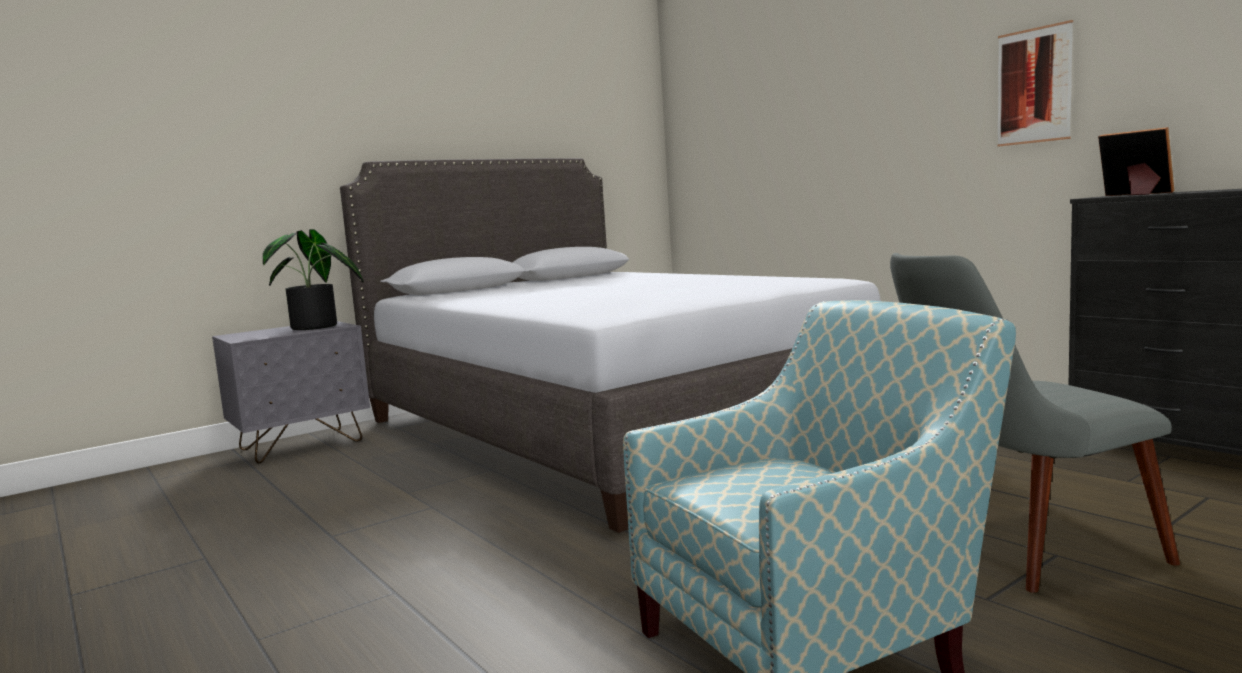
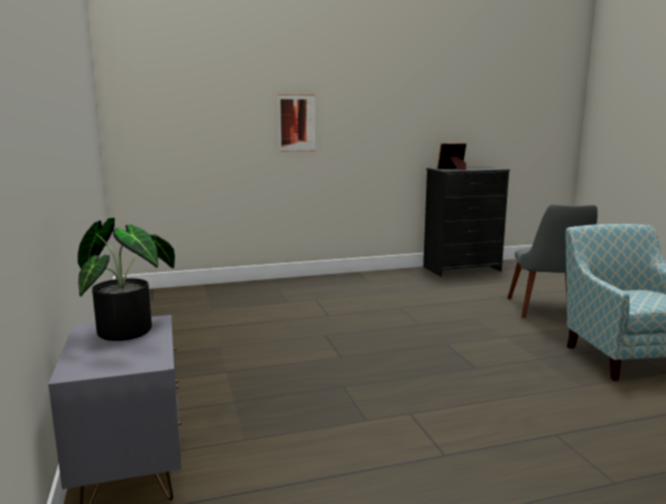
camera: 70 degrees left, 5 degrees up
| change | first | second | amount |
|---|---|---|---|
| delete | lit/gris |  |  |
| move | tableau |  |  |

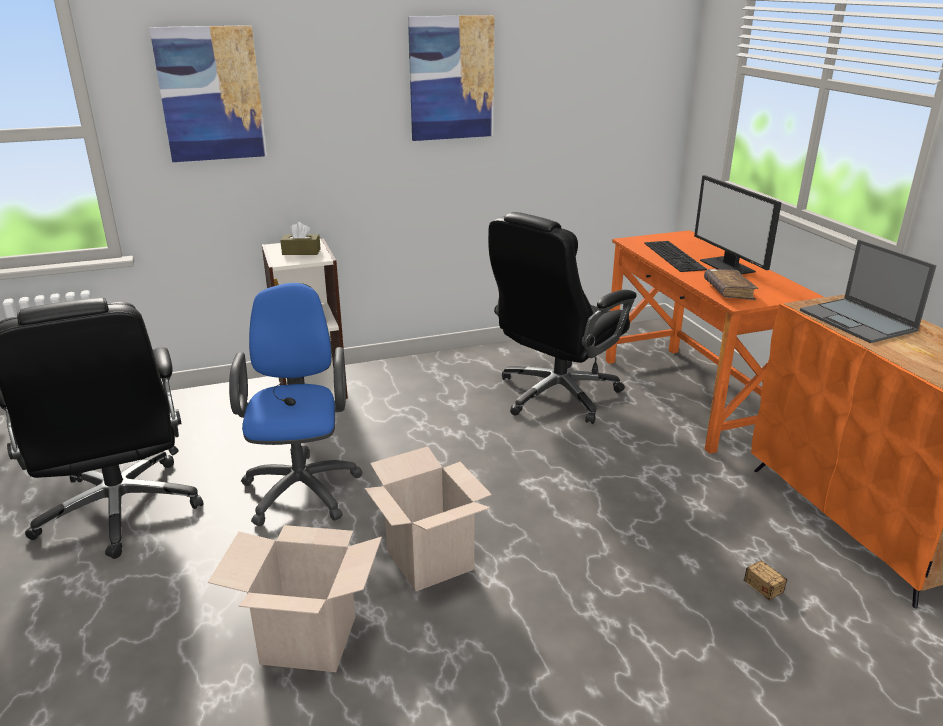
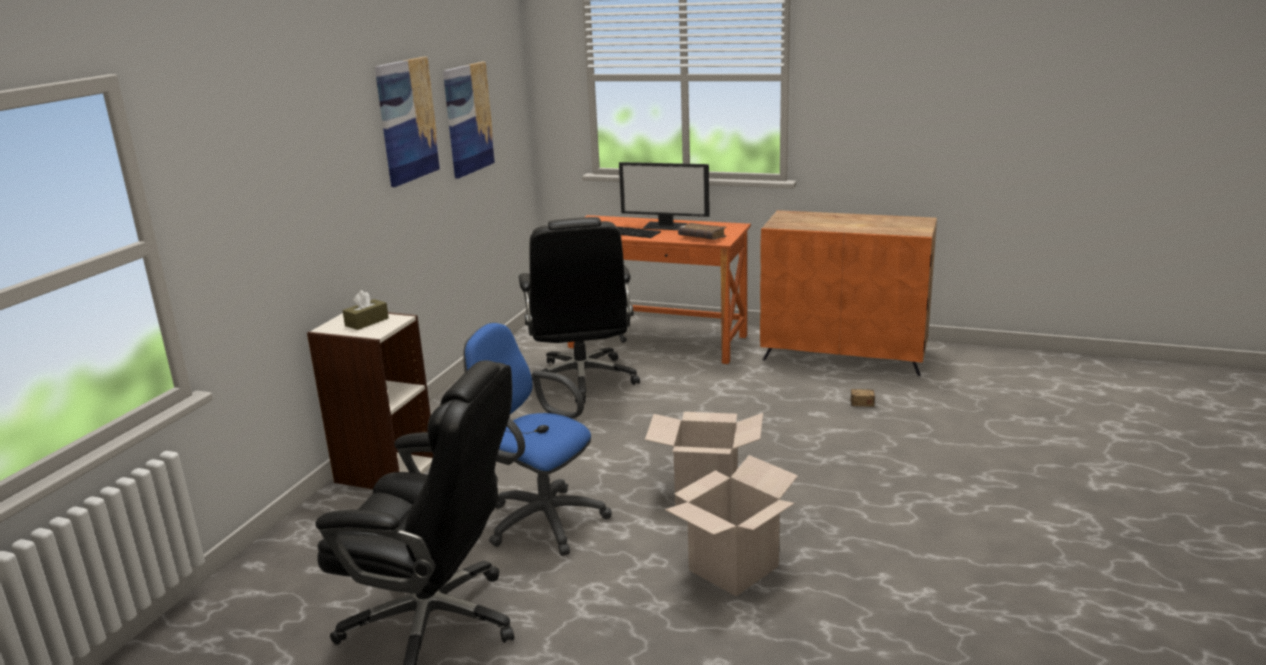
camera: 50 degrees left, 5 degrees down
| change | first | second | amount |
|---|---|---|---|
| delete | ordinateur portable |  |  |
| move | tableau (1st from left in the first image) | tableau (2nd from left) |  |

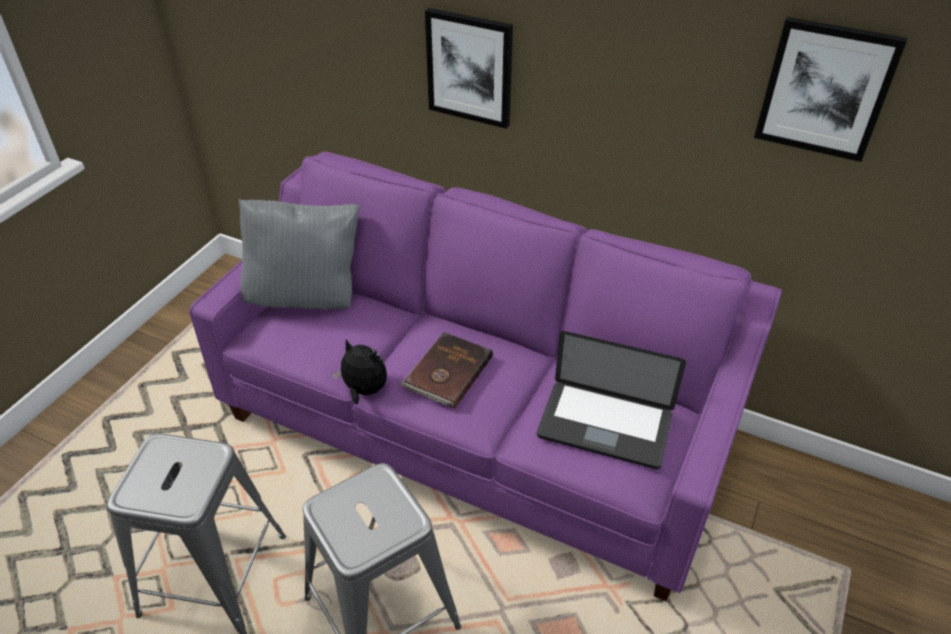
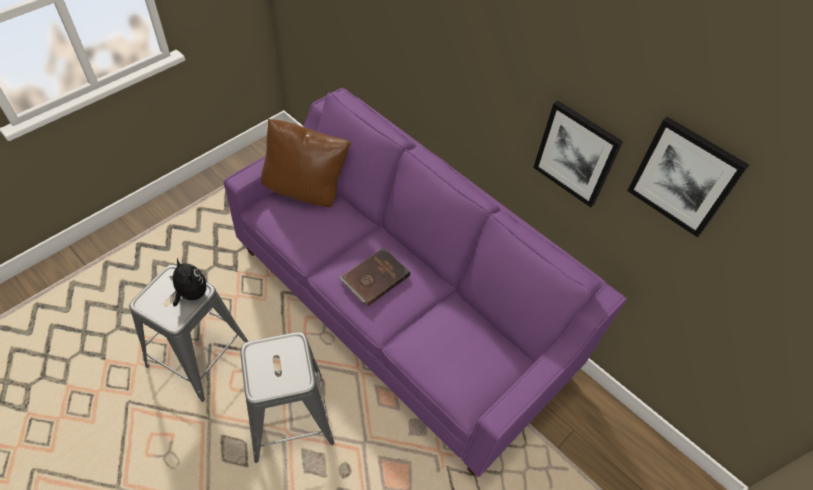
camera: 15 degrees right, 10 degrees up
| change | first | second | amount |
|---|---|---|---|
| delete | ordinateur portable |  |  |
| move | peluche |  |  |
| move | tableau (1st from left) |  |  |
| recolor | coussin/gris | coussin/marron |  |

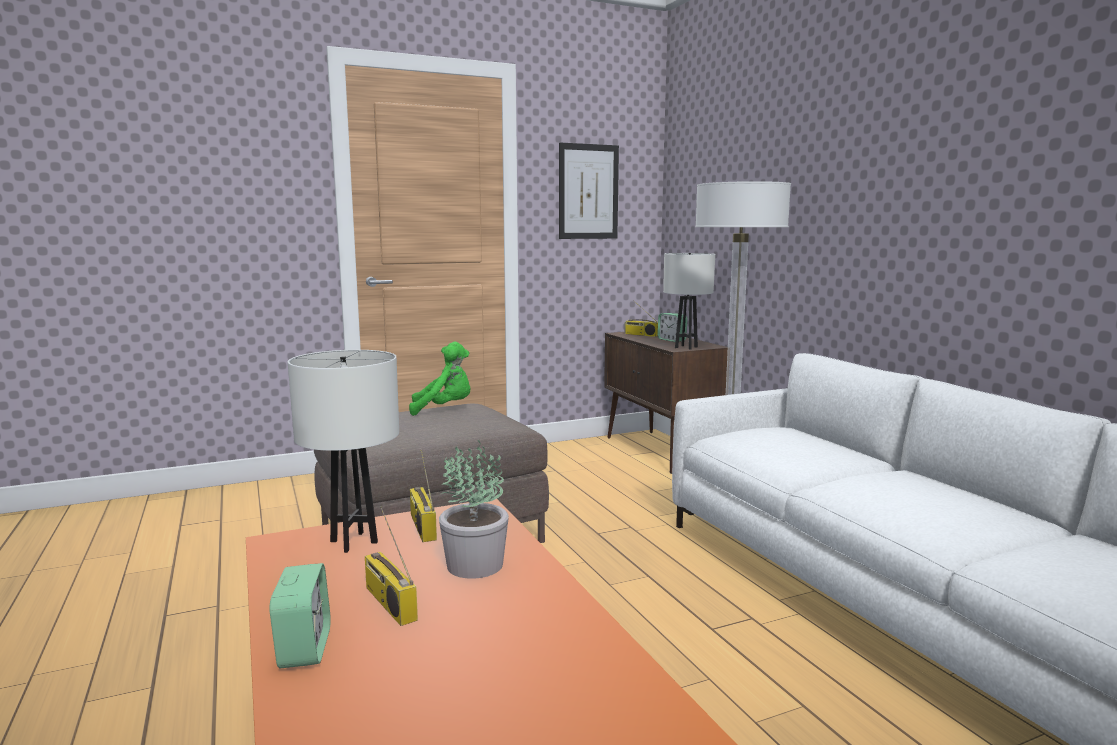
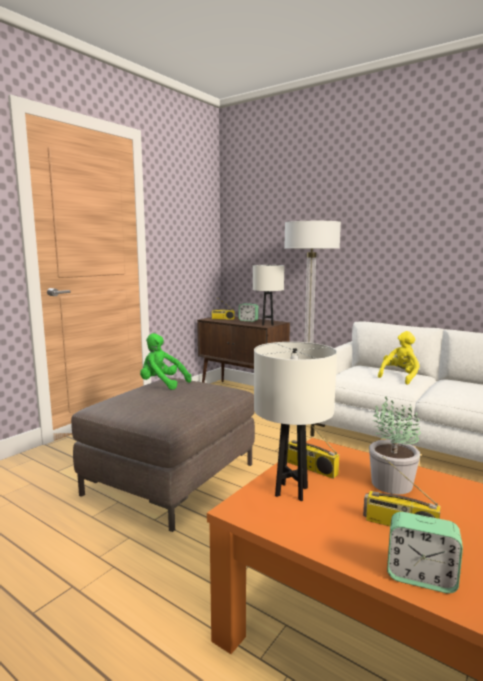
camera: 30 degrees left, 0 degrees up
| change | first | second | amount |
|---|---|---|---|
| delete | tableau |  |  |
| insert |  | peluche/jaune |  |
| rotate | réveil (1st from left in the first image) | réveil (2nd from left) | 150 degrees clockwise |
| rotate | peluche/vert |  | 120 degrees counterclockwise |

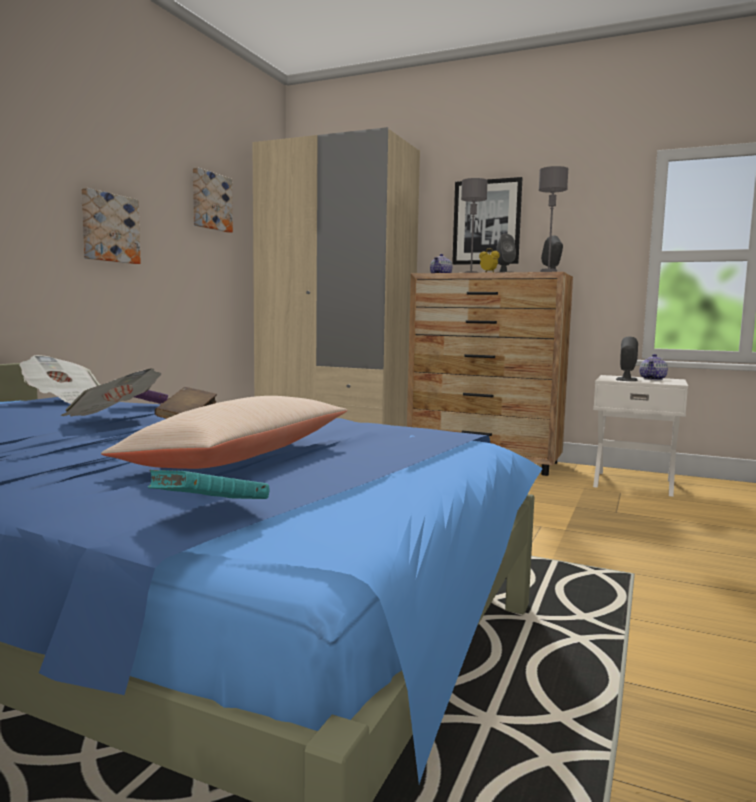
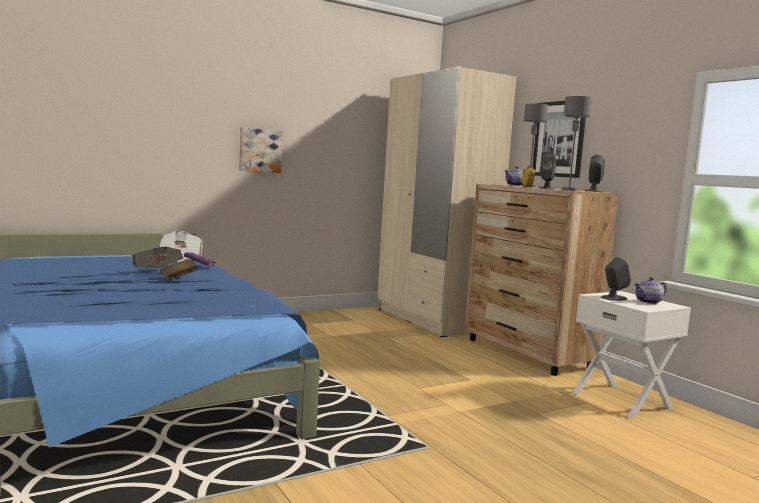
camera: 35 degrees right, 0 degrees up
| change | first | second | amount |
|---|---|---|---|
| delete | coussin/beige |  |  |
| delete | livre/turquoise |  |  |
| delete | tableau (2nd from left) |  |  |

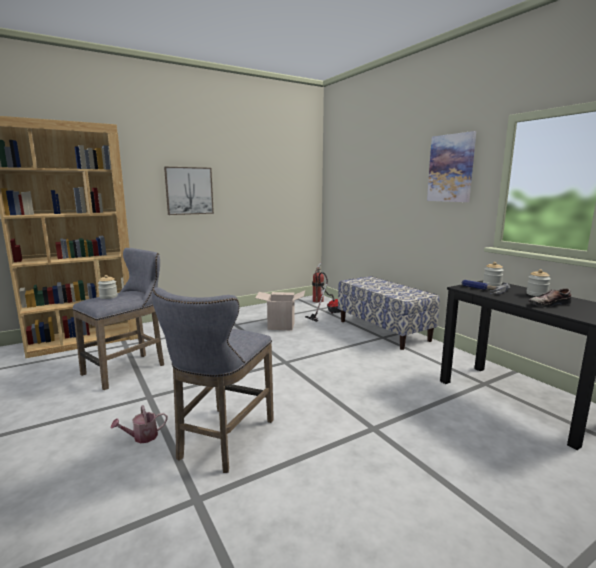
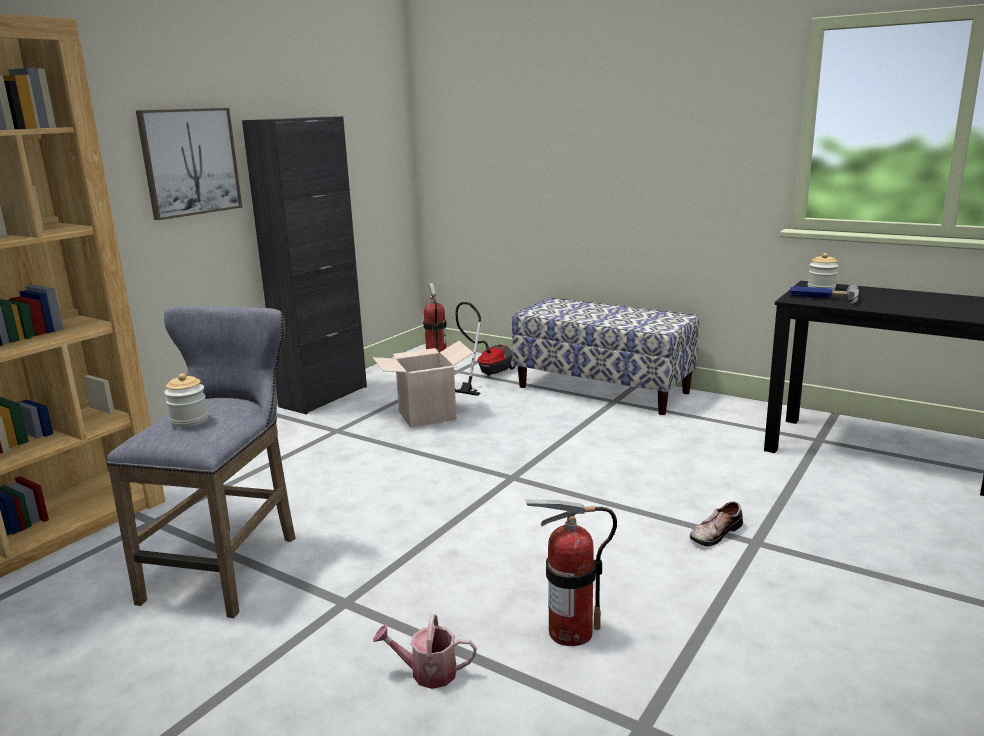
camera: 25 degrees left, 5 degrees up
| change | first | second | amount |
|---|---|---|---|
| delete | tableau (2nd from left) |  |  |
| delete | bocal (3rd from left) |  |  |
| insert |  | meuble de rangement/noir |  |
| move | chaussure |  |  |
| replace | tabouret/gris (2nd from left) | extincteur (2nd from left) |  |
| rotate | arrosoir |  | 60 degrees clockwise |

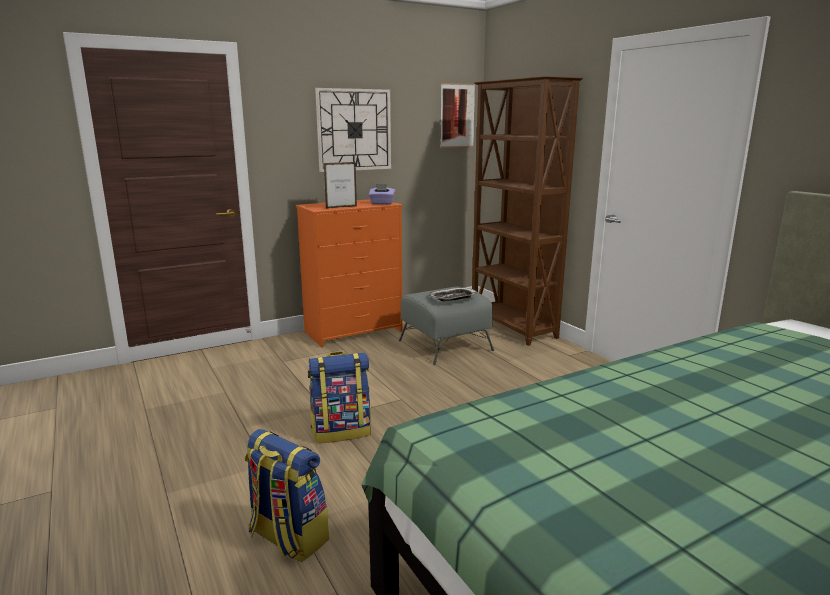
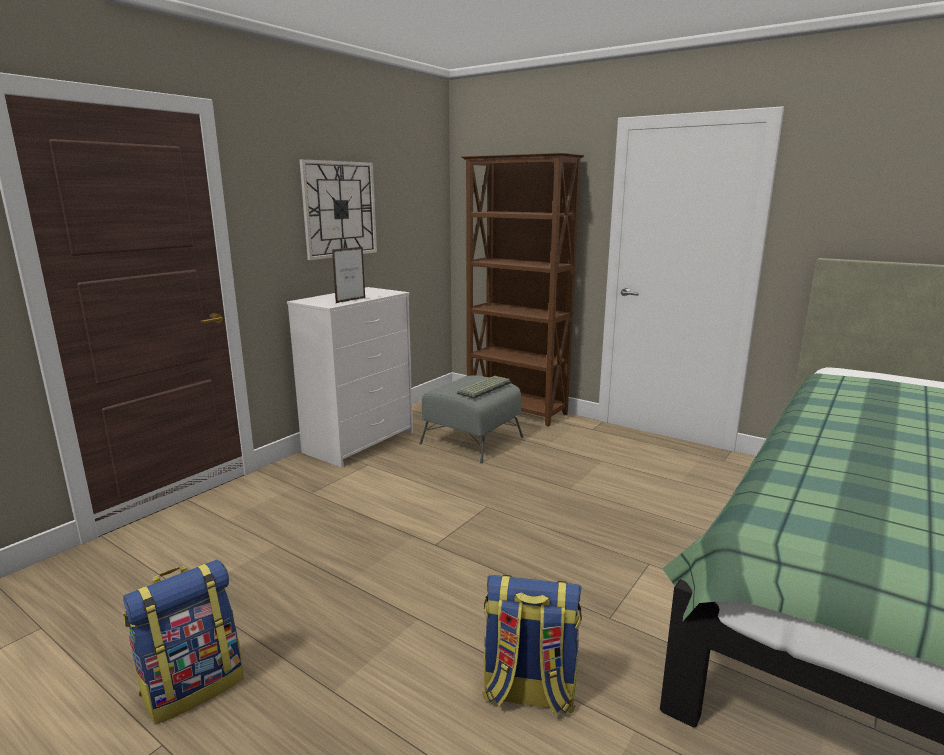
camera: 25 degrees left, 0 degrees up
| change | first | second | amount |
|---|---|---|---|
| delete | boîte à mouchoirs/violet |  |  |
| delete | tableau |  |  |
| move | sac à dos (2nd from left in the first image) | sac à dos (1st from left) |  |
| replace | plateau | clavier |  |
| recolor | commode/orange | commode/blanc |  |

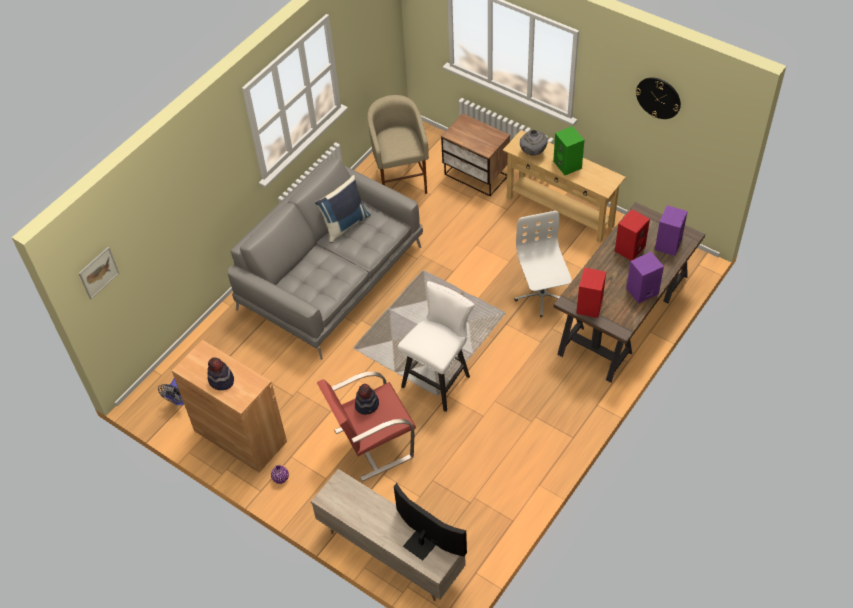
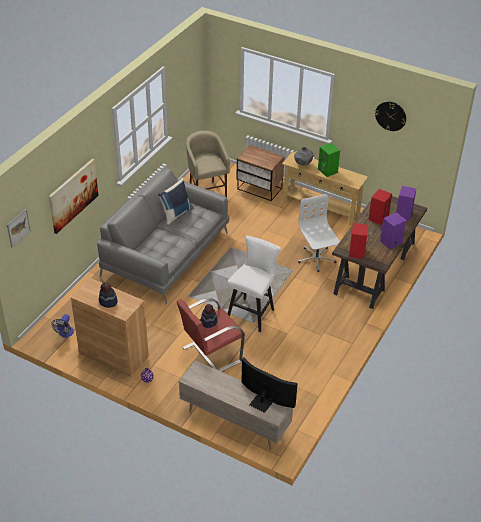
camera: 10 degrees left, 10 degrees down
| change | first | second | amount |
|---|---|---|---|
| insert |  | tableau (2nd from left) |  |

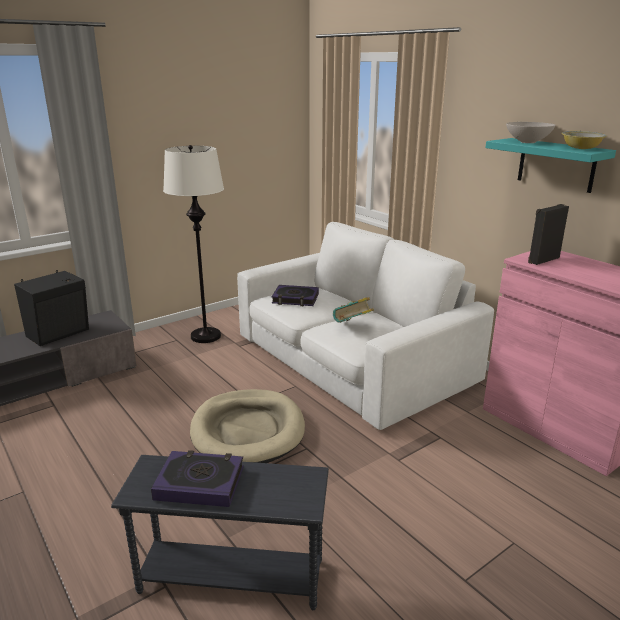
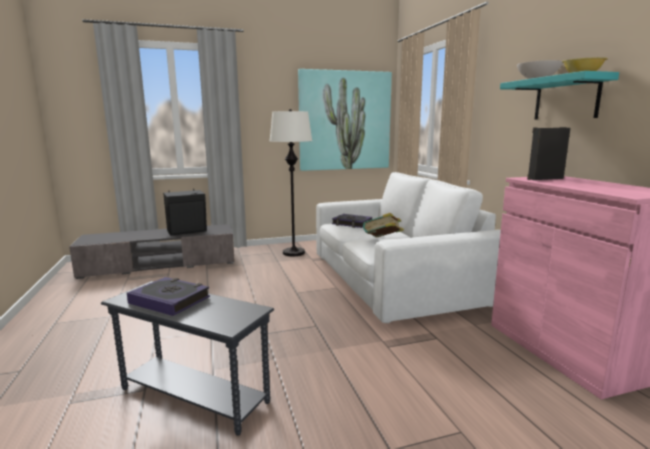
camera: 20 degrees right, 10 degrees down
| change | first | second | amount |
|---|---|---|---|
| delete | panier pour chien/beige |  |  |
| insert |  | tableau |  |

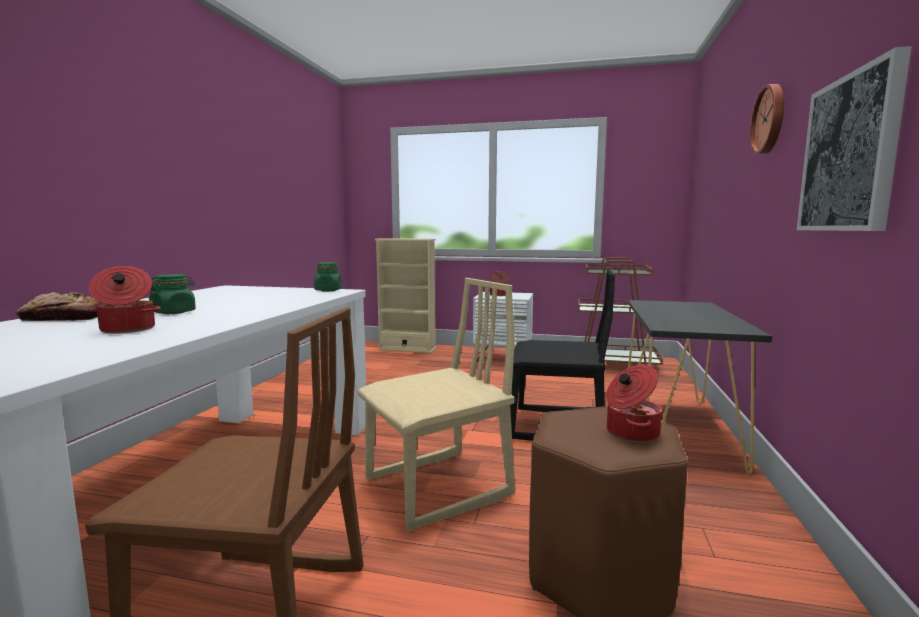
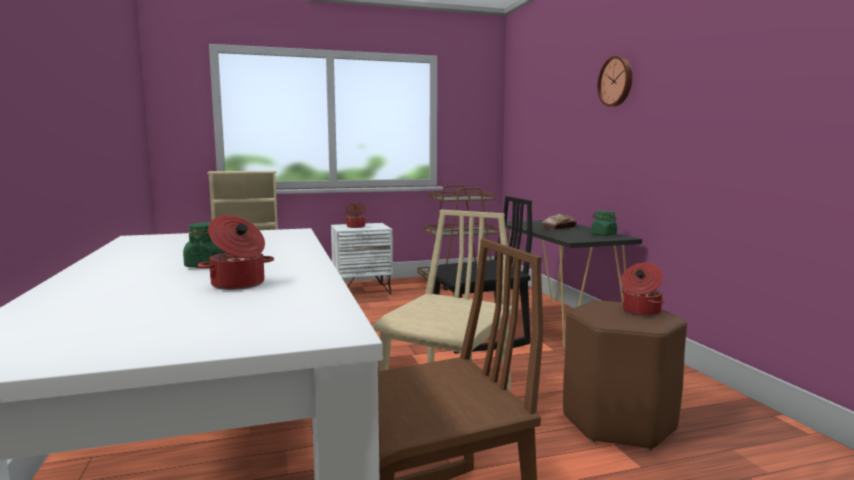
camera: 30 degrees left, 0 degrees up
| change | first | second | amount |
|---|---|---|---|
| delete | tableau |  |  |
| move | pain |  |  |
| move | bocal/vert (2nd from left) |  |  |

